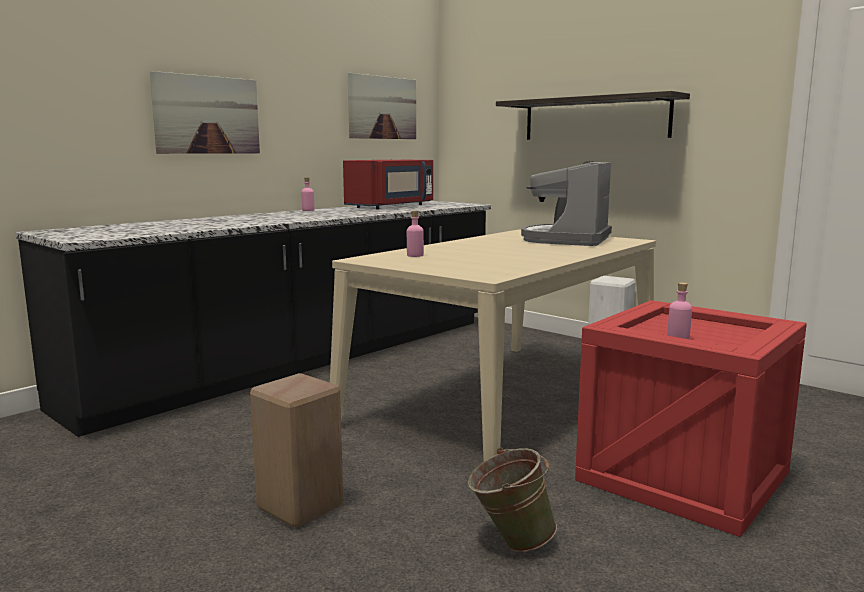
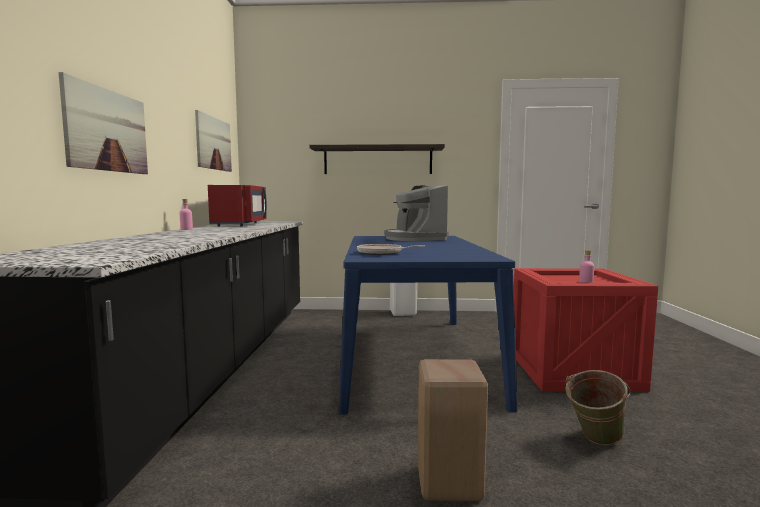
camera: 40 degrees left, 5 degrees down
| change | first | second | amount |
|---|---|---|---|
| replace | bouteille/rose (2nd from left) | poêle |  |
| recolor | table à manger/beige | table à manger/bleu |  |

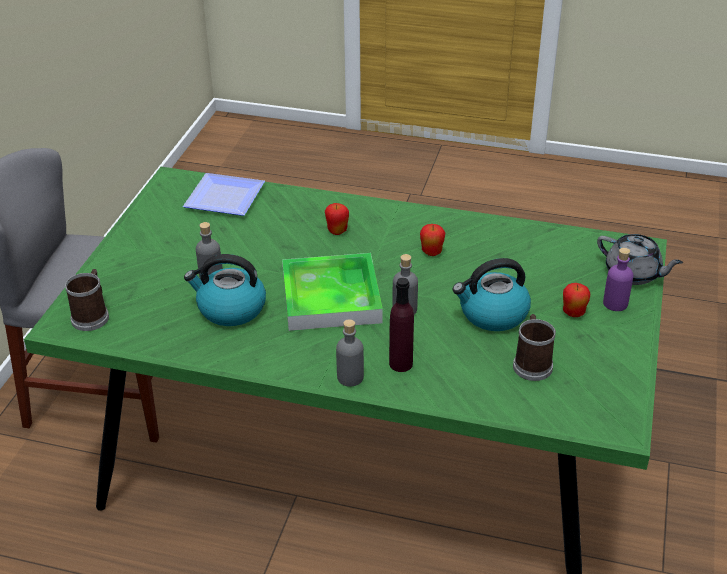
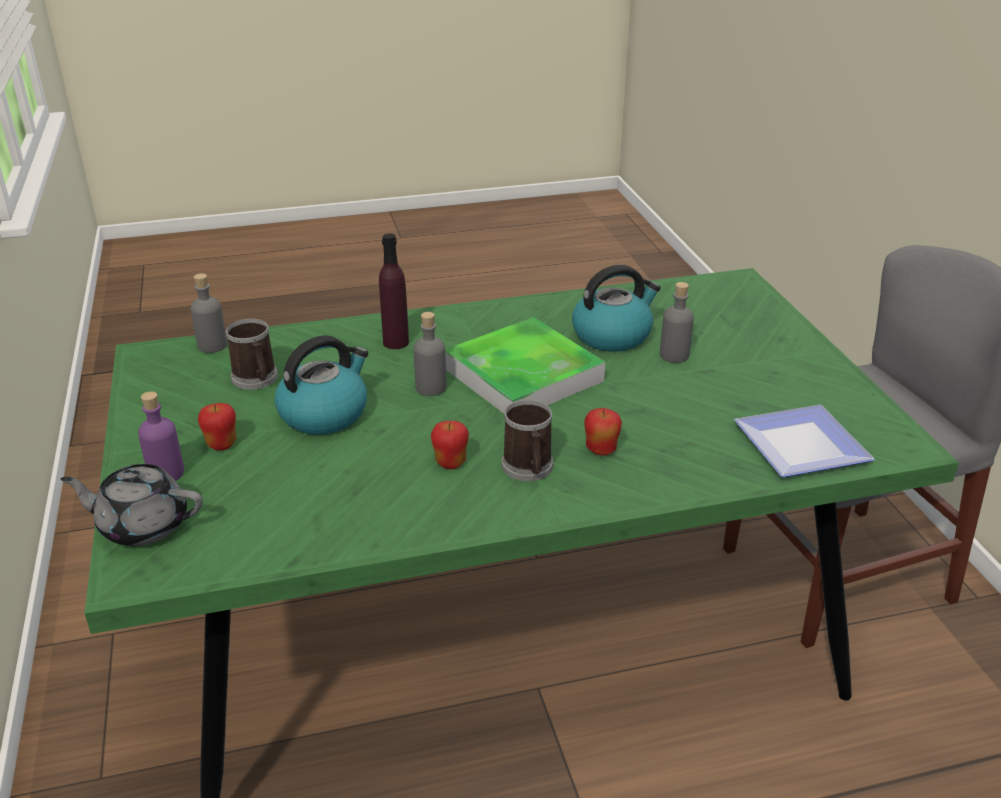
camera: 150 degrees right, 5 degrees down
| change | first | second | amount |
|---|---|---|---|
| move | mug (1st from left in the first image) | mug (2nd from left) |  |
| move | bouteille/gris (2nd from left in the first image) | bouteille/gris (1st from left) |  |

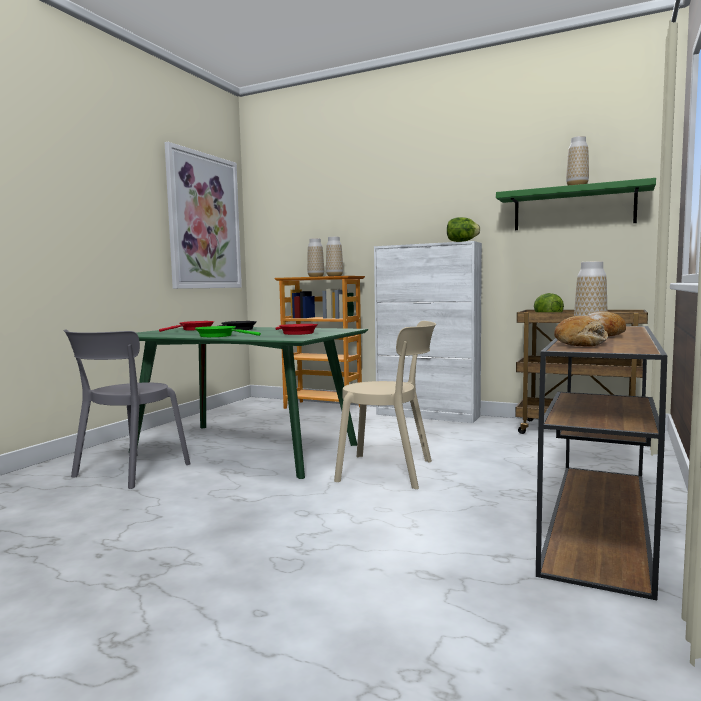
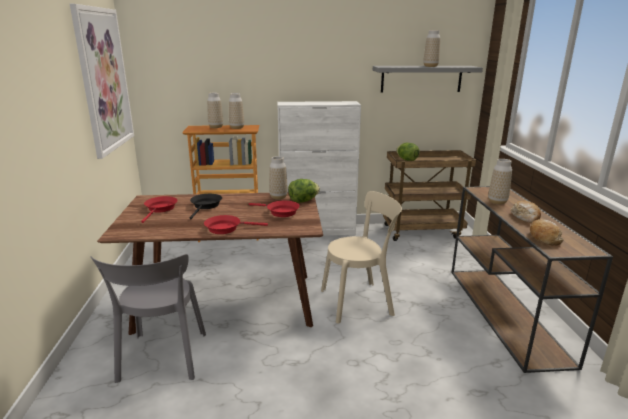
camera: 30 degrees left, 15 degrees up
| change | first | second | amount |
|---|---|---|---|
| insert |  | vase (3rd from left) |  |
| move | laitue (1st from left) |  |  |
| recolor | table à manger/vert | table à manger/marron |  |
| recolor | poêle/vert | poêle/rouge (2nd from left) |  |
| recolor | étagère/vert | étagère/gris |  |

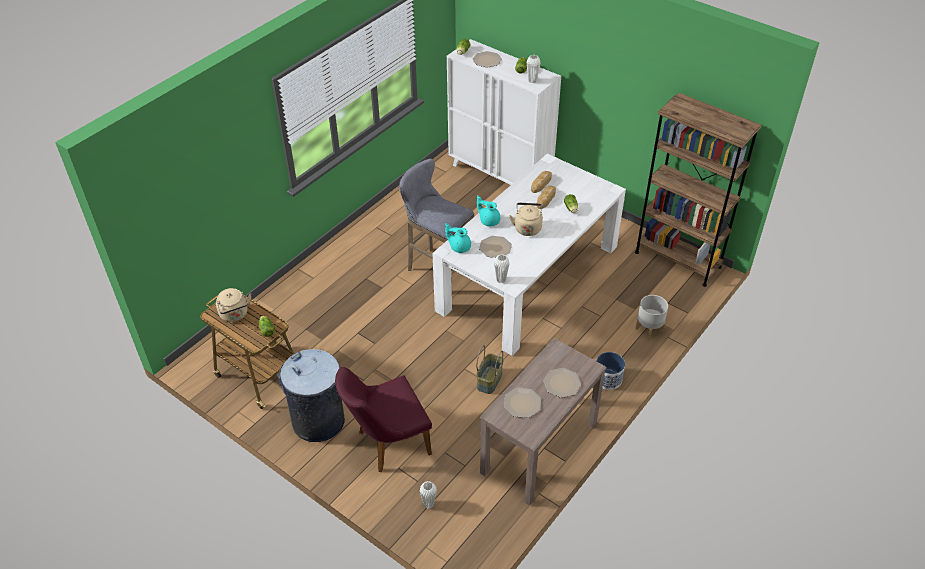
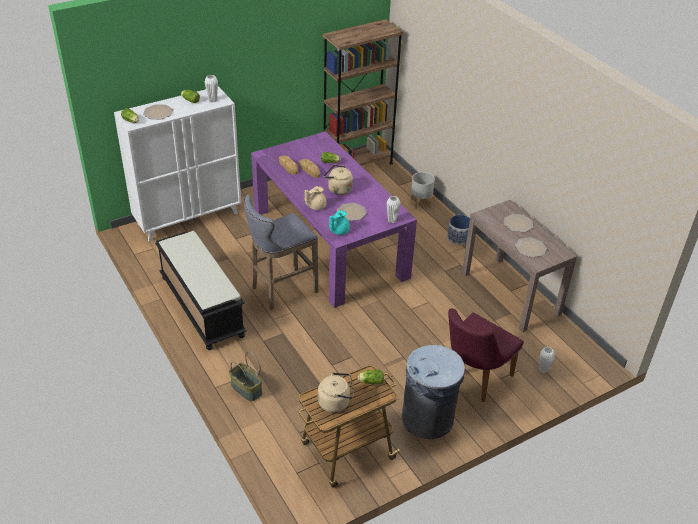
camera: 70 degrees left, 5 degrees down
| change | first | second | amount |
|---|---|---|---|
| insert |  | banc/noir |  |
| move | panier |  |  |
| recolor | table à manger/blanc | table à manger/violet |  |
| recolor | théière/turquoise (2nd from left) | théière/beige |  |
| rotate | chaise/violet |  | 45 degrees clockwise |

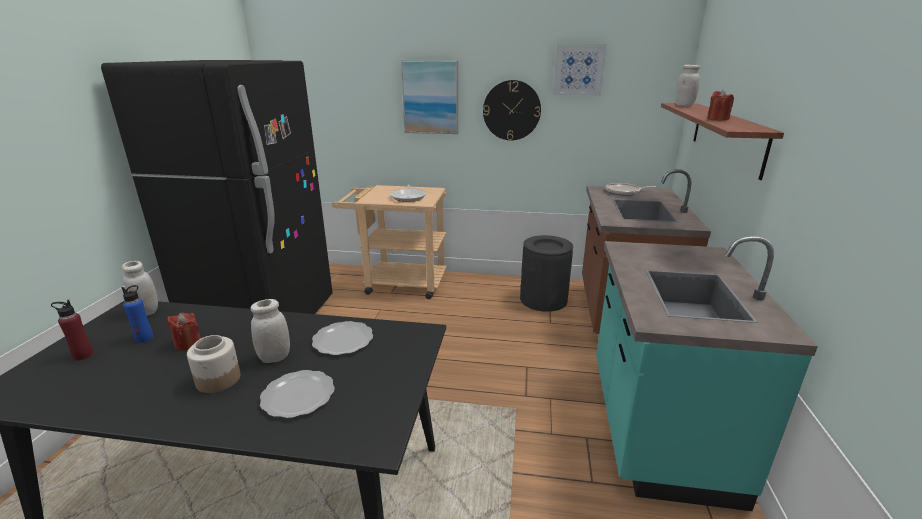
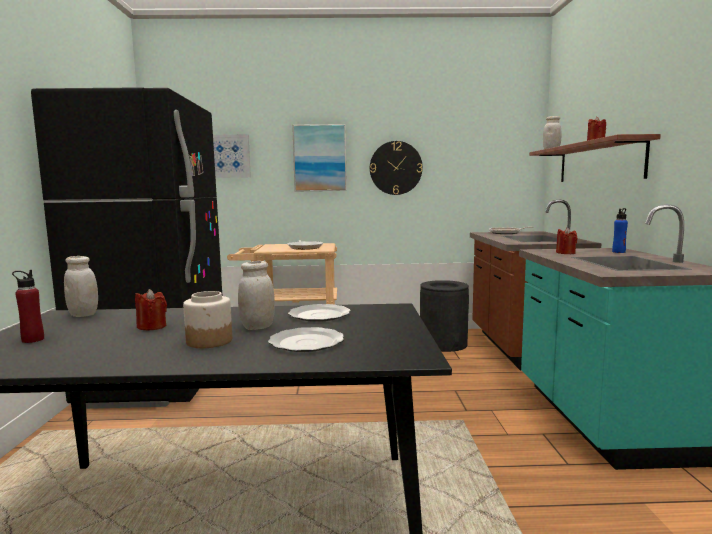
camera: 10 degrees left, 15 degrees down
| change | first | second | amount |
|---|---|---|---|
| insert |  | bougie/rouge (2nd from left) |  |
| move | bouteille/bleu |  |  |
| move | tableau (2nd from left in the first image) | tableau (1st from left) |  |

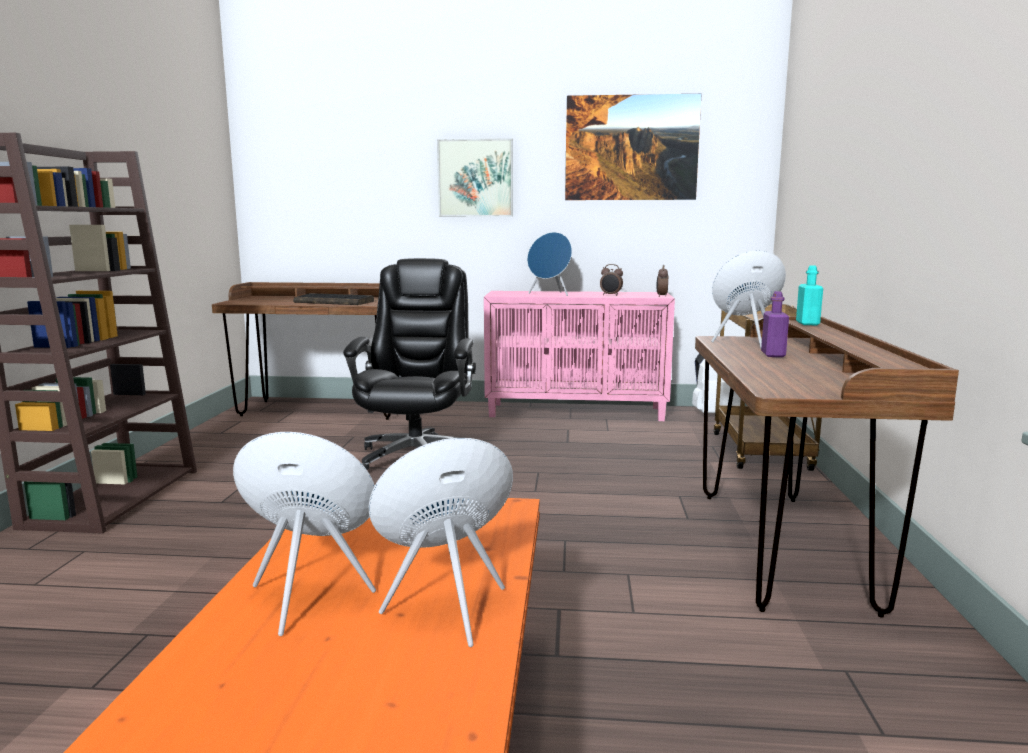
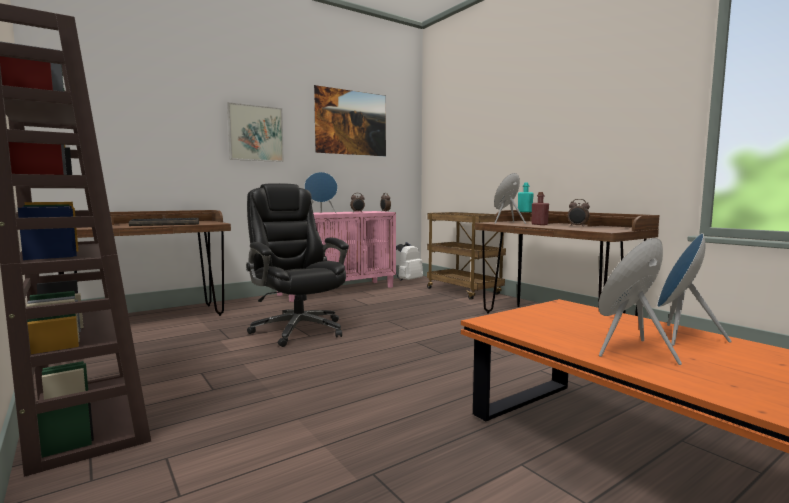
camera: 40 degrees left, 5 degrees down
| change | first | second | amount |
|---|---|---|---|
| insert |  | réveil (3rd from left) |  |
| recolor | bouteille/violet | bouteille/rouge |  |

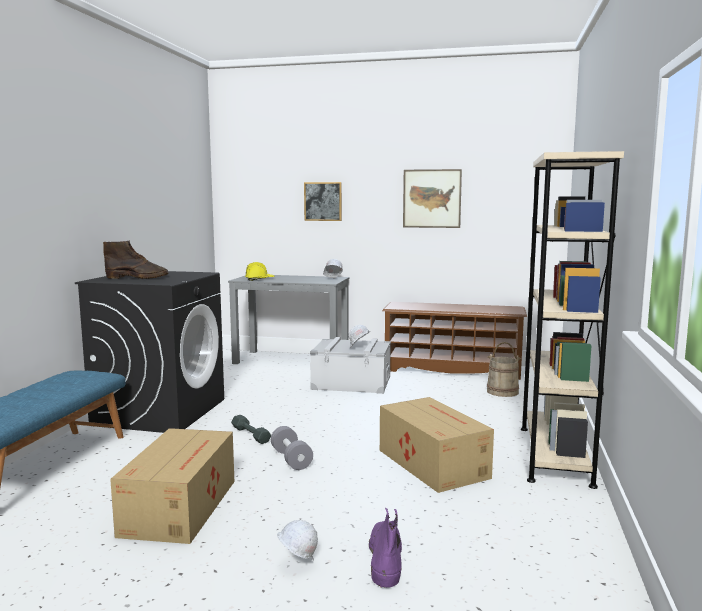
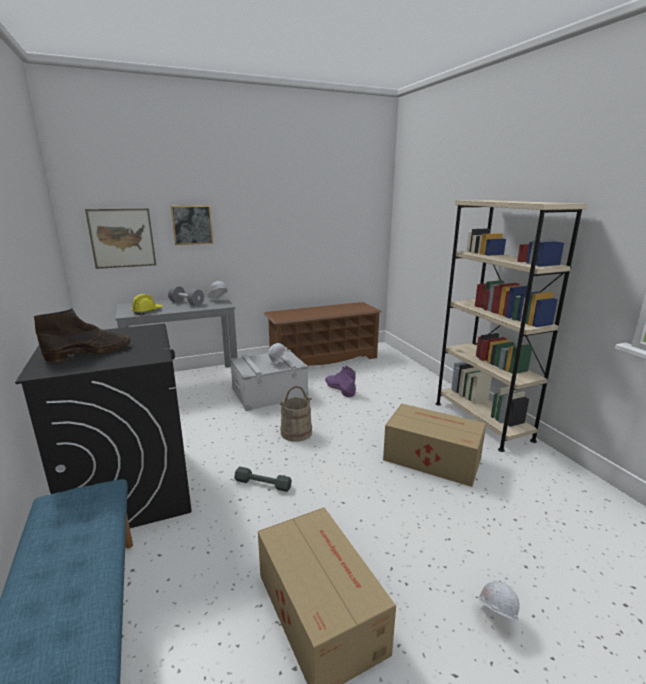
camera: 35 degrees left, 10 degrees up
| change | first | second | amount |
|---|---|---|---|
| move | haltère/gris (2nd from left in the first image) | haltère/gris (1st from left) |  |
| move | botte/violet |  |  |
| move | tableau (2nd from left in the first image) | tableau (1st from left) |  |
| move | seau/beige |  |  |

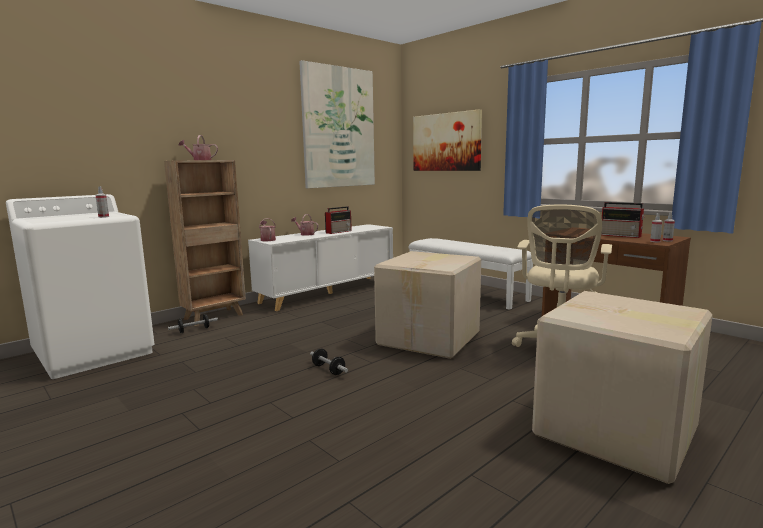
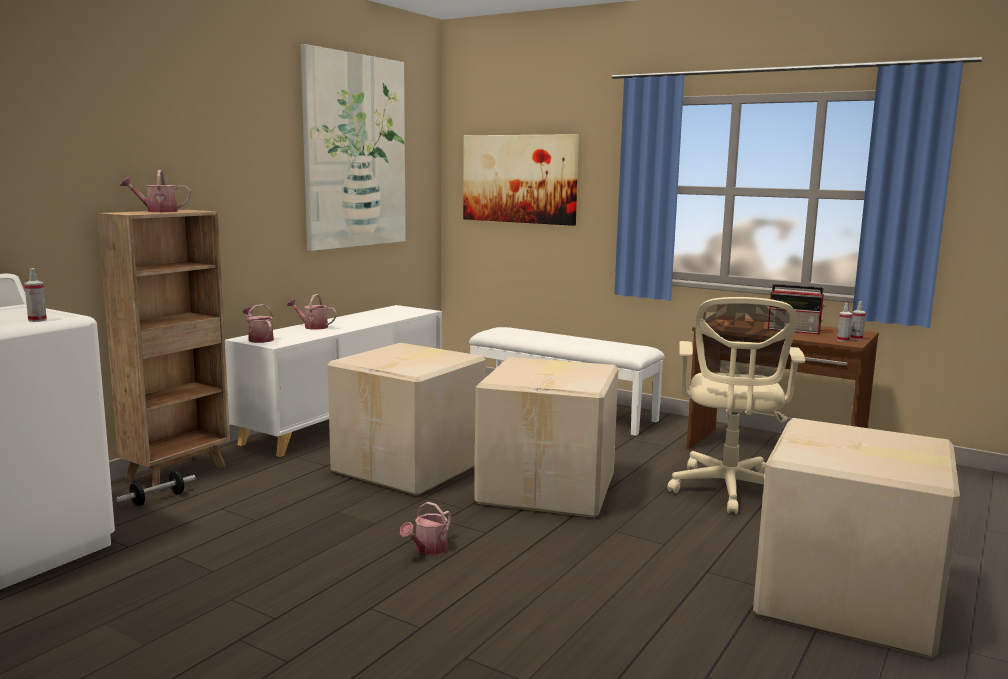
camera: 15 degrees left, 0 degrees up
| change | first | second | amount |
|---|---|---|---|
| delete | radio (1st from left) |  |  |
| insert |  | carton (1st from left) |  |
| replace | haltère (2nd from left) | arrosoir (4th from left) |  |

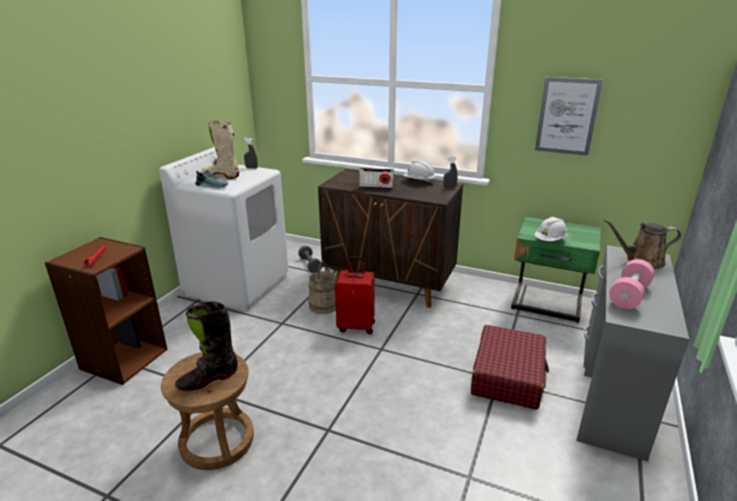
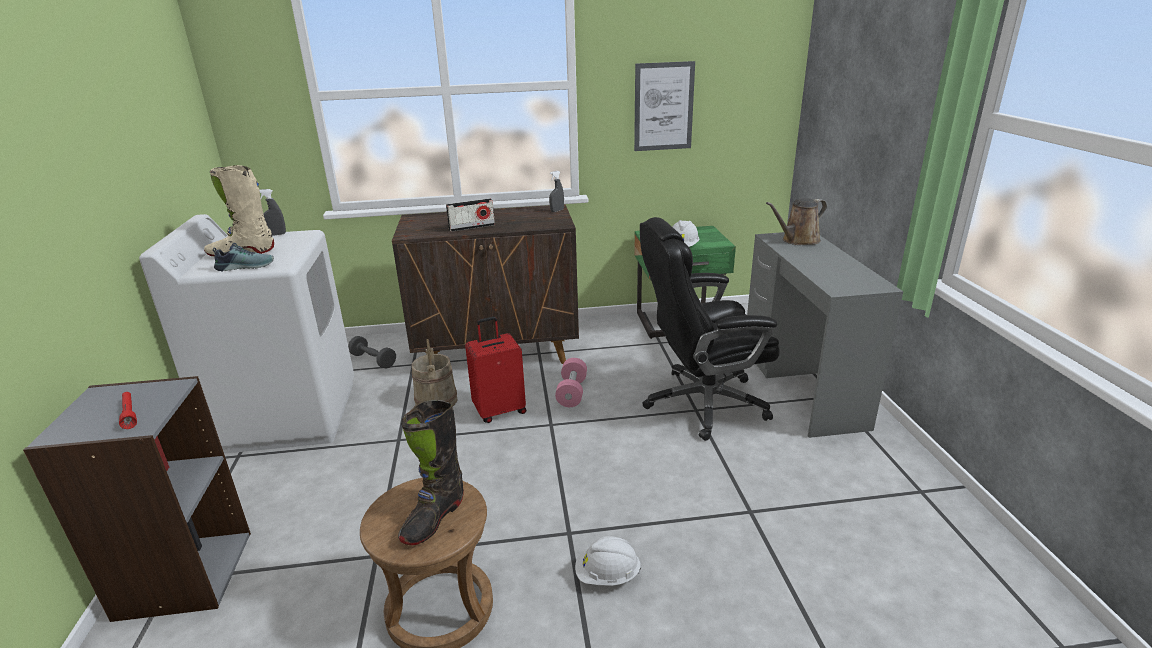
camera: 30 degrees left, 0 degrees up
| change | first | second | amount |
|---|---|---|---|
| move | casque de chantier/blanc (1st from left) |  |  |
| move | haltère/rose |  |  |
| replace | valise/rouge (2nd from left) | chaise de bureau/noir |  |
| recolor | bibliothèque/marron | bibliothèque/gris |  |

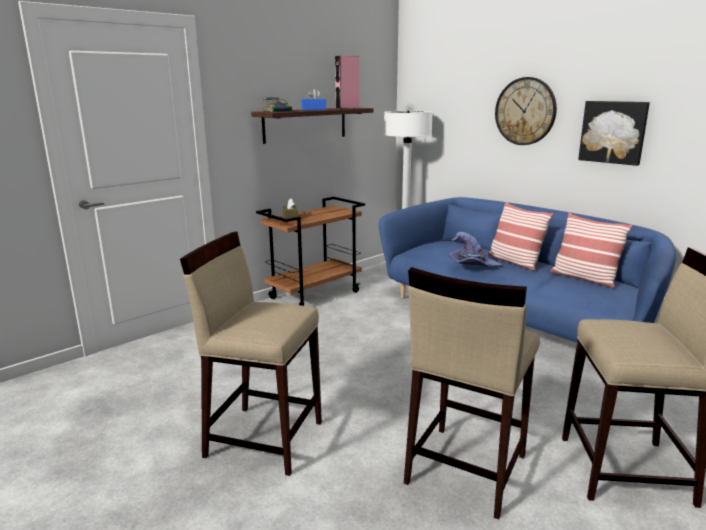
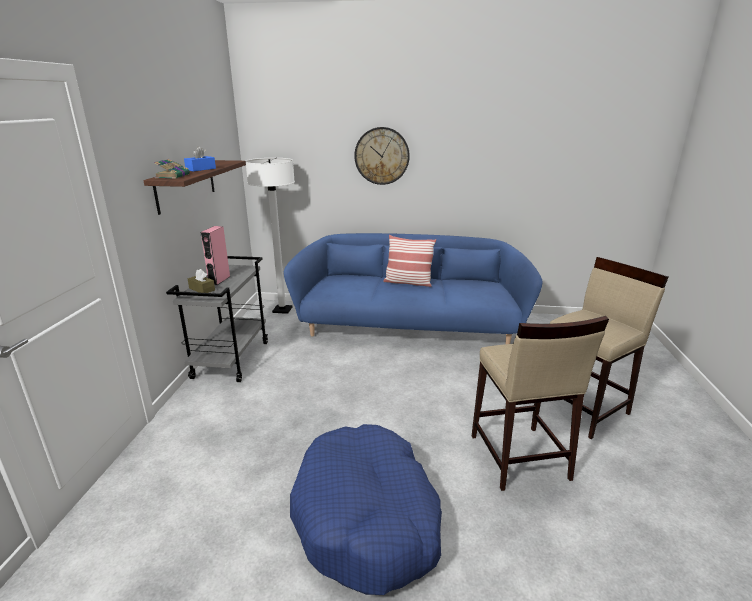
camera: 40 degrees left, 5 degrees up
| change | first | second | amount |
|---|---|---|---|
| delete | chapeau/violet |  |  |
| delete | coussin (2nd from left) |  |  |
| delete | tableau |  |  |
| move | enceinte/rose |  |  |
| replace | tabouret/beige (1st from left) | panier pour chien/bleu |  |
| recolor | chariot/marron | chariot/gris |  |

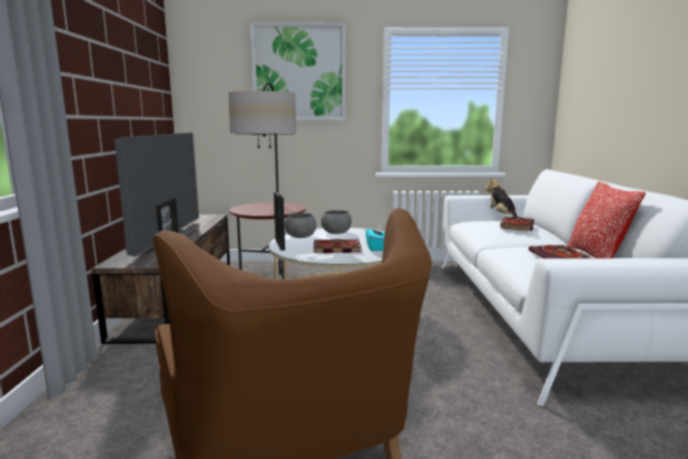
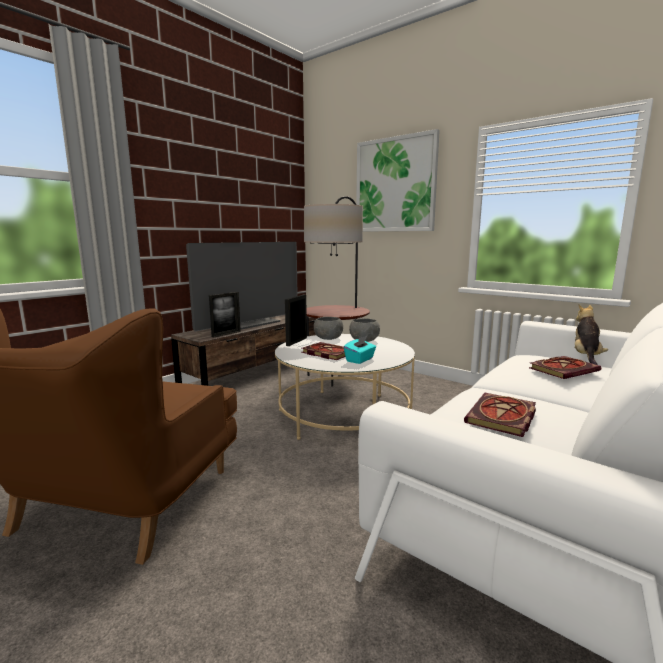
camera: 40 degrees right, 0 degrees up
| change | first | second | amount |
|---|---|---|---|
| delete | coussin |  |  |

